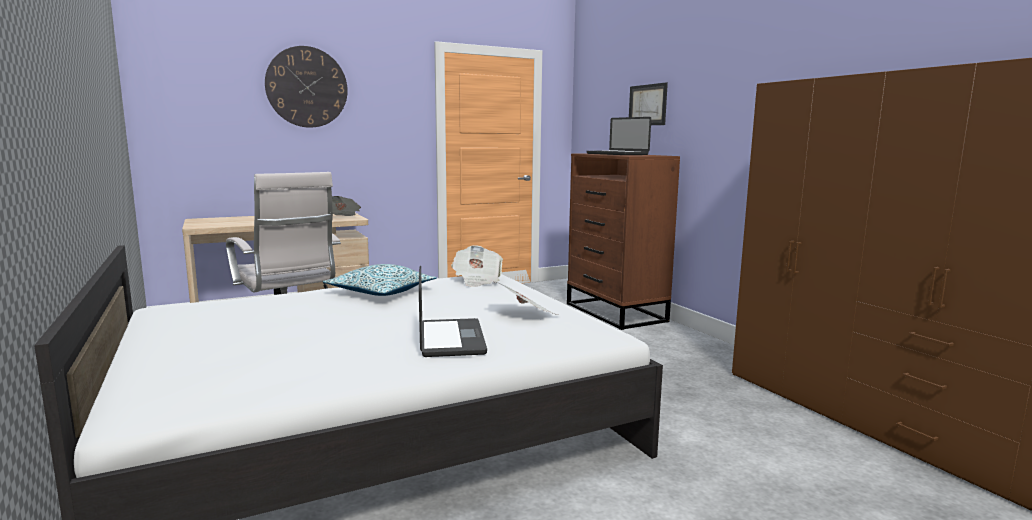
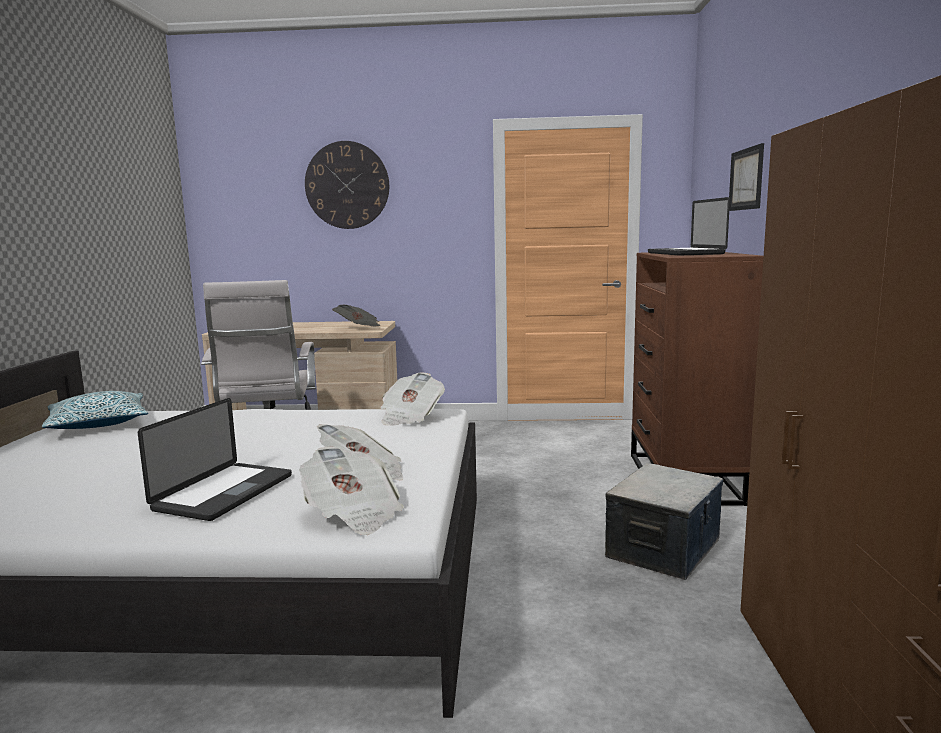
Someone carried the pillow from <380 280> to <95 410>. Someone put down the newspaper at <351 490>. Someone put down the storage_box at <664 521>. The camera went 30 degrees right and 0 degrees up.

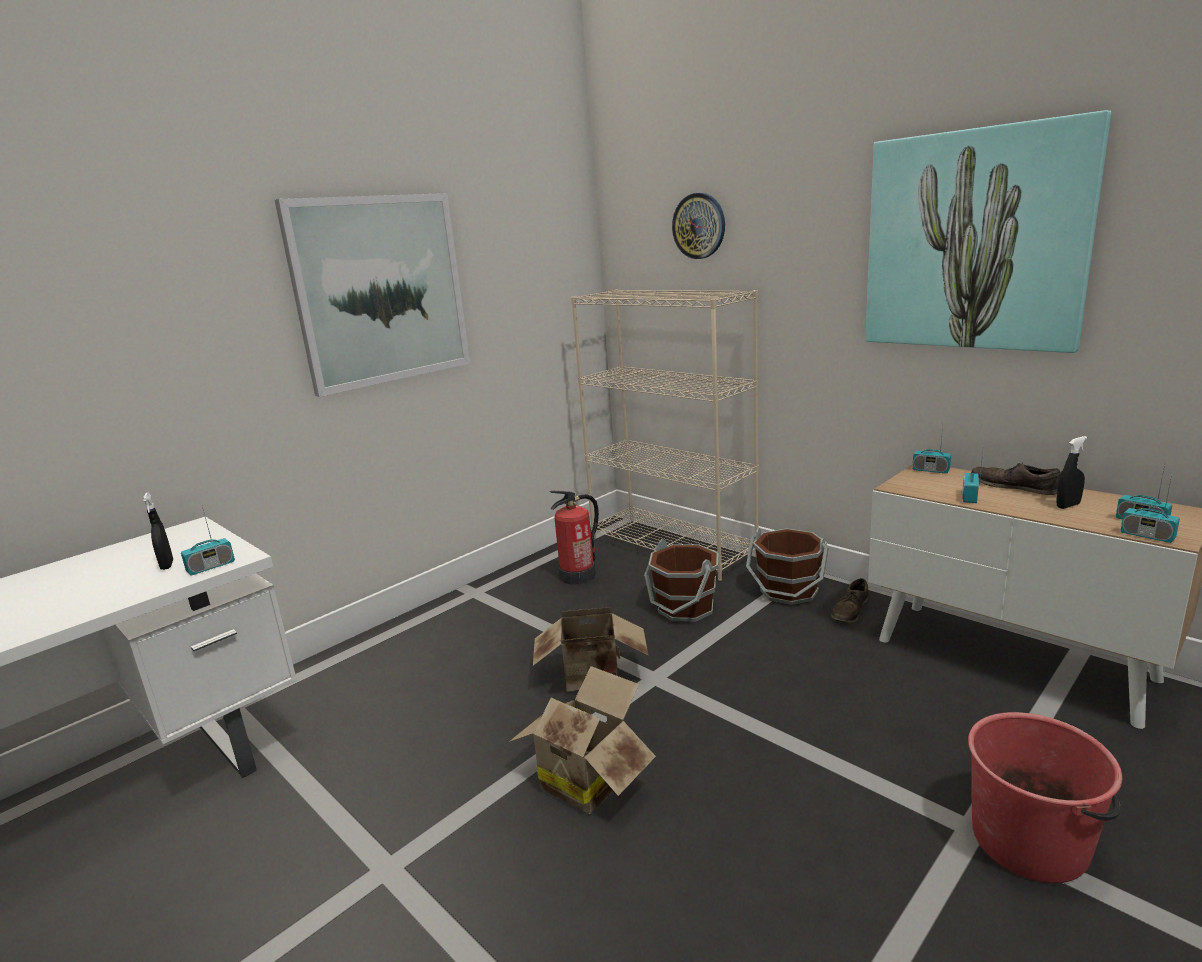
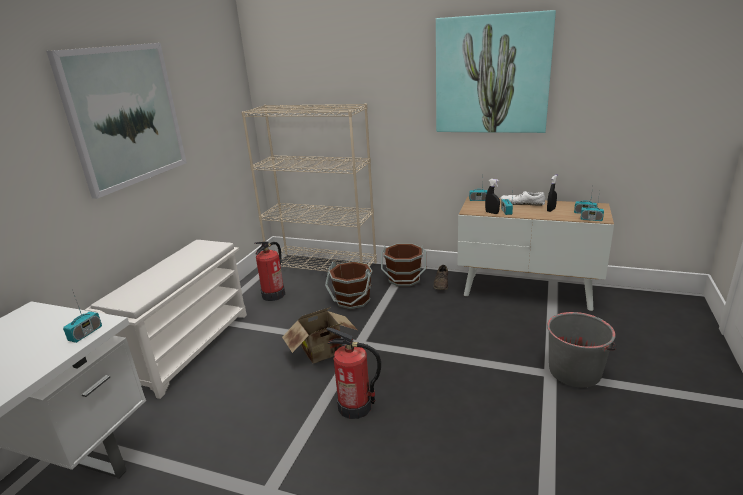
Someone carried the black_spray_bottle from <158 531> to <492 196>. Someone swapped the cardboard_box at <582 740> for the fire_extinguisher at <354 373>. Someone took away the wall_clock at <698 226>. Someone repainted the red_bucket at <1045 797>, which became the grey_bucket at <582 349>. Someone repainted the brown_shoe at <1016 478>, which became the white_shoe at <522 198>. Someone put down the white_shoe_rack at <166 319>. The camera went 25 degrees left and 5 degrees up.

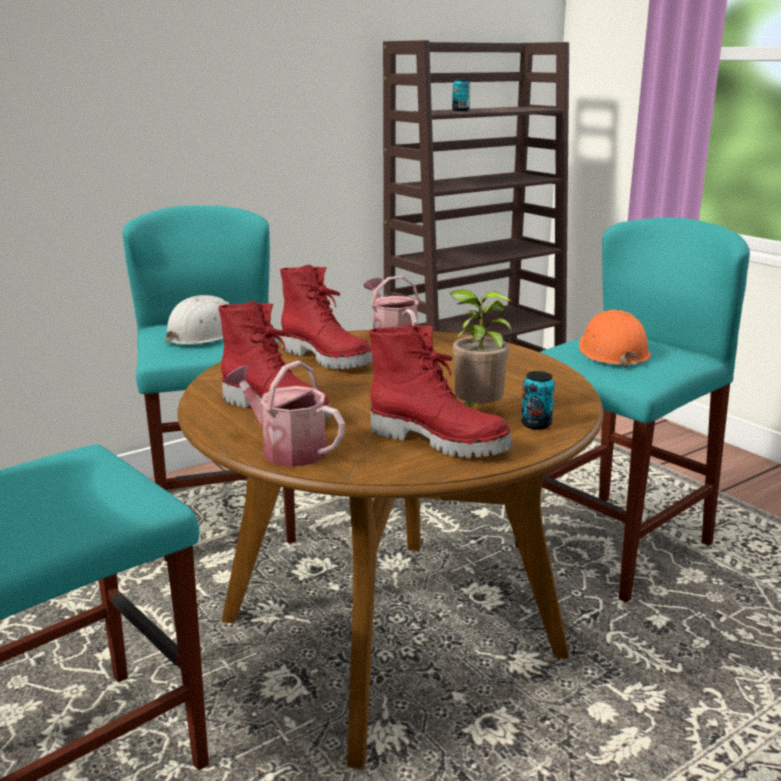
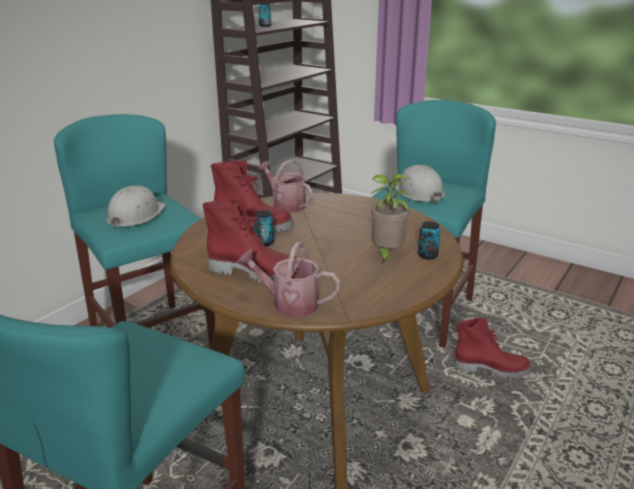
Someone carried the red_boot from <441 391> to <492 348>. Someone repainted the orange_hard_hat at <615 339>, which became the white_hard_hat at <420 184>. Someone put down the can at <264 228>. The camera went 20 degrees left and 5 degrees up.

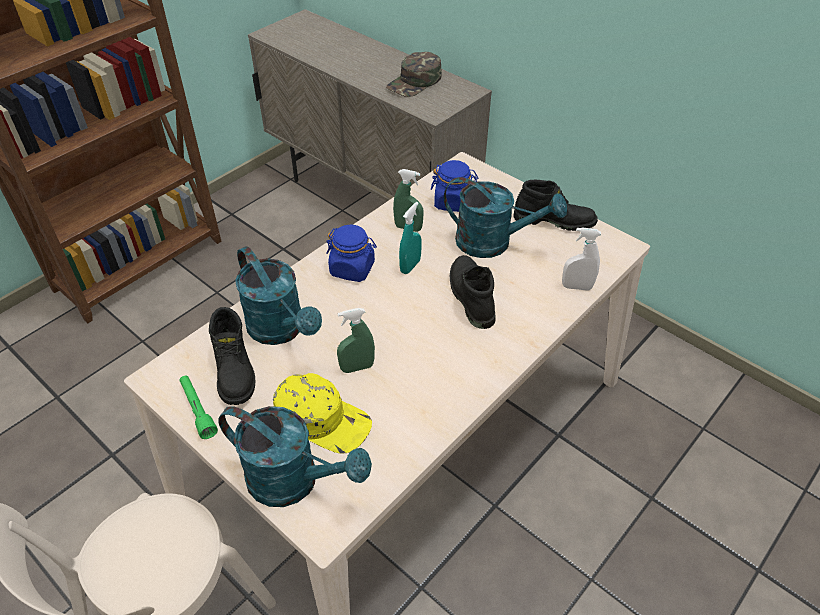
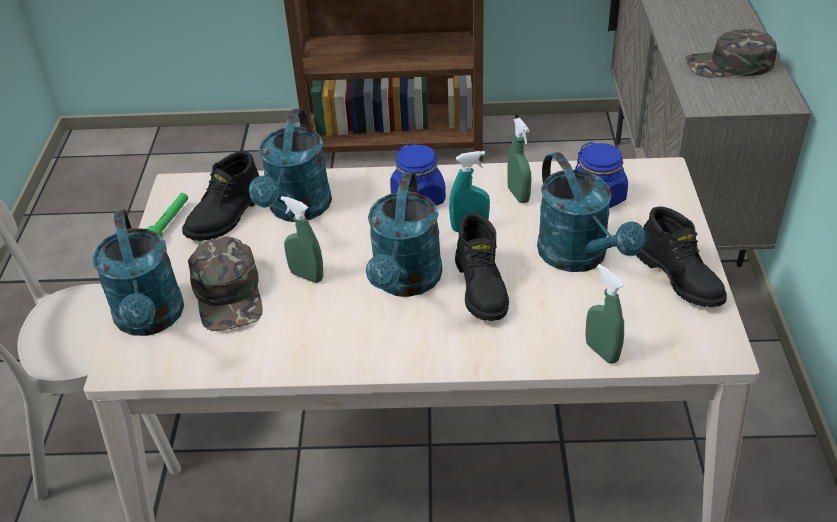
Someone repainted the yellow_cap at <322 413>, which became the green_cap at <225 284>. Someone rotated the black_boot at <472 292> by 135 degrees clockwise. Someone repainted the white_spray_bottle at <581 259>, which became the green_spray_bottle at <604 314>. Someone put down the turquoise_watering_can at <404 234>. The camera went 50 degrees right and 5 degrees down.

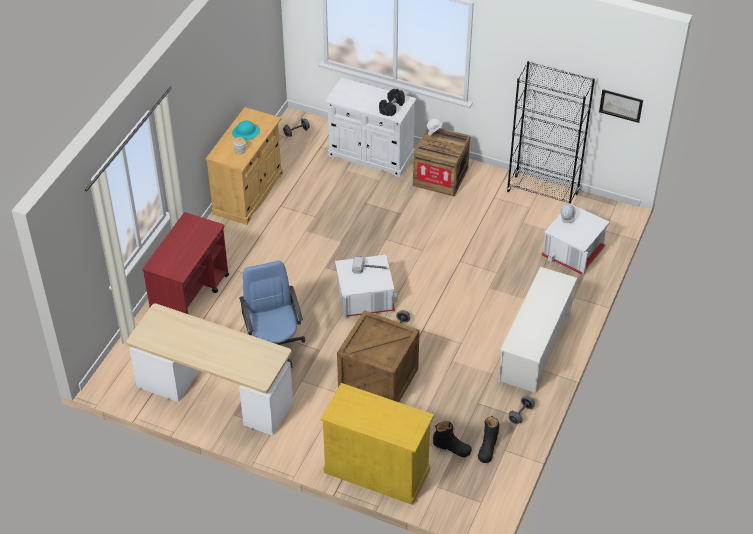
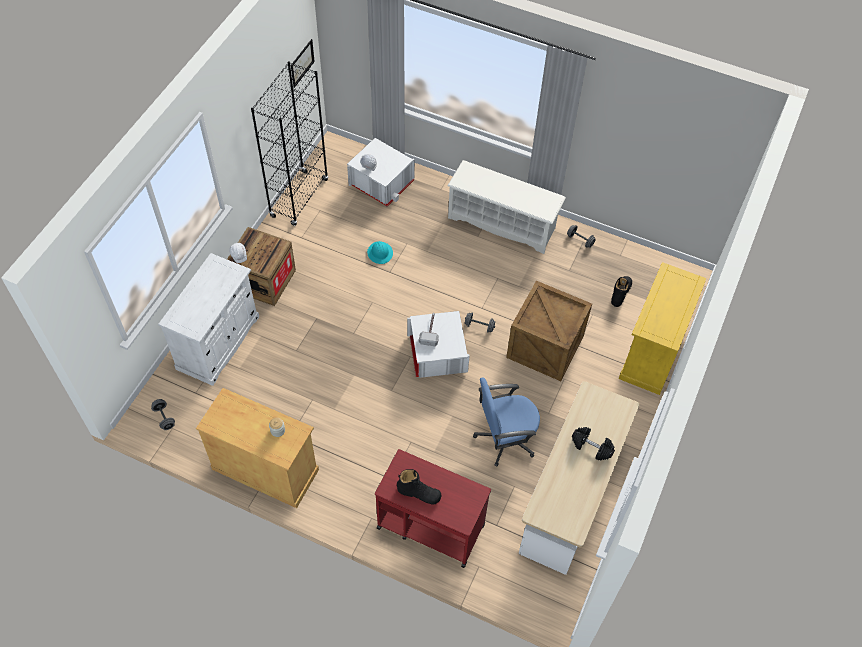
Someone carried the turquoise_hard_hat from <246 131> to <380 252>. Someone carried the black_dumbbell from <392 102> to <593 443>. Someone carried the black_boot from <488 439> to <419 487>. The camera went 90 degrees left and 10 degrees up.

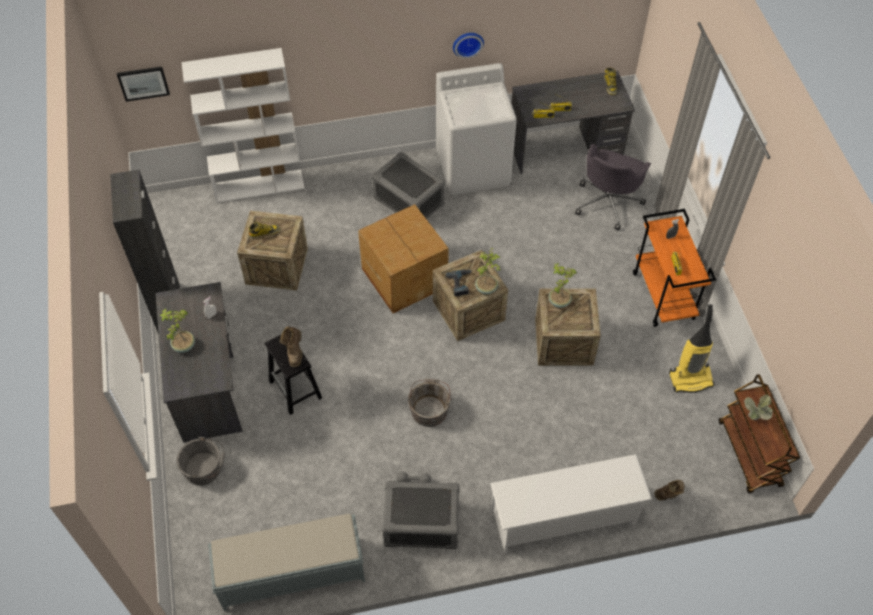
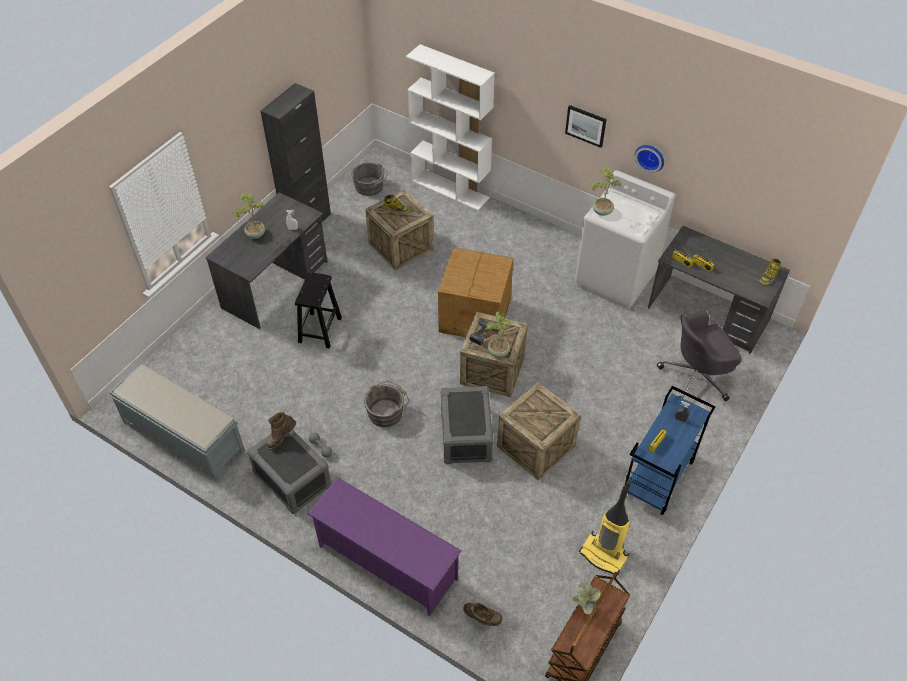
Someone carried the picture from <143 84> to <586 126>. Someone carried the grey_bucket from <200 461> to <369 179>. Someone carried the brown_boot from <291 346> to <281 430>. Someone carried the grey_storage_box from <408 185> to <467 425>. Someone repainted the white_shoe_rack at <571 503>, which became the purple_shoe_rack at <384 546>. Someone carried the potted_plant from <563 285> to <605 192>. Someone repainted the orange_cart at <674 268>, which became the blue_cart at <669 450>. The camera went 45 degrees right and 5 degrees down.

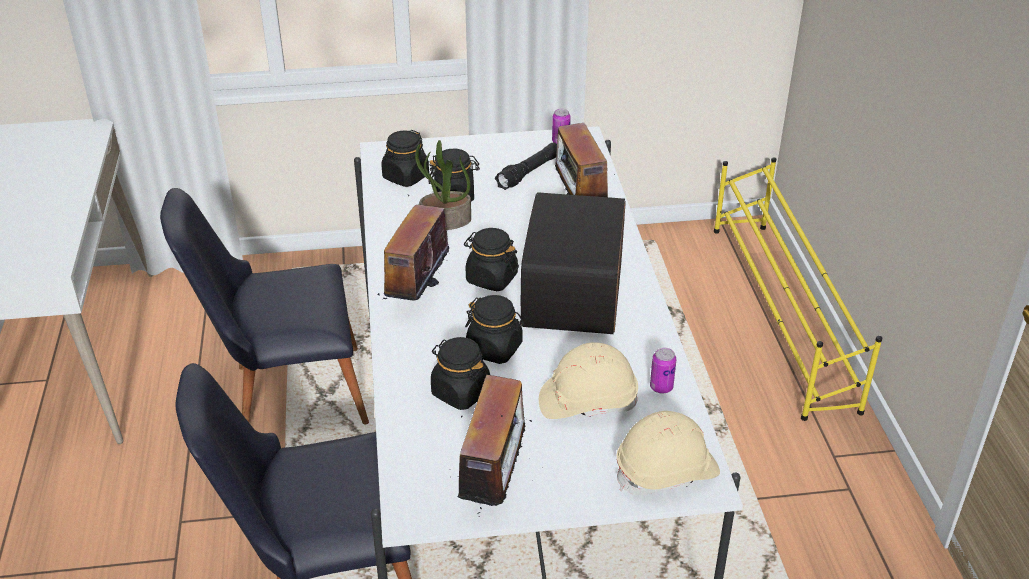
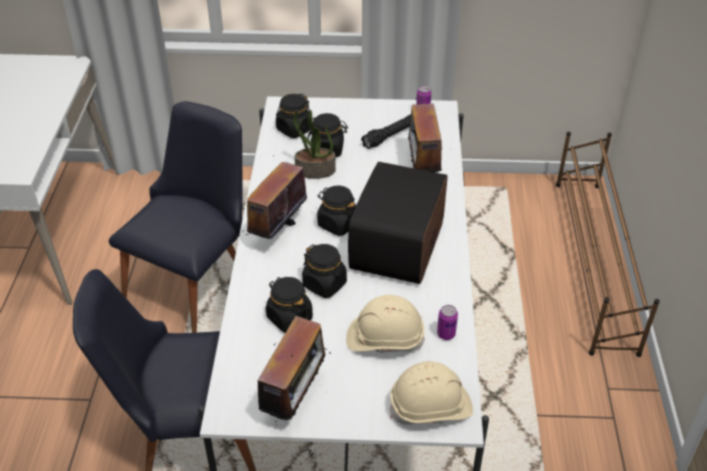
Someone rotated the black_chair at <264 306> by 120 degrees clockwise. Someone repainted the yellow_shoe_rack at <798 289>, which became the brown_shoe_rack at <608 244>. The camera went 10 degrees right and 5 degrees up.

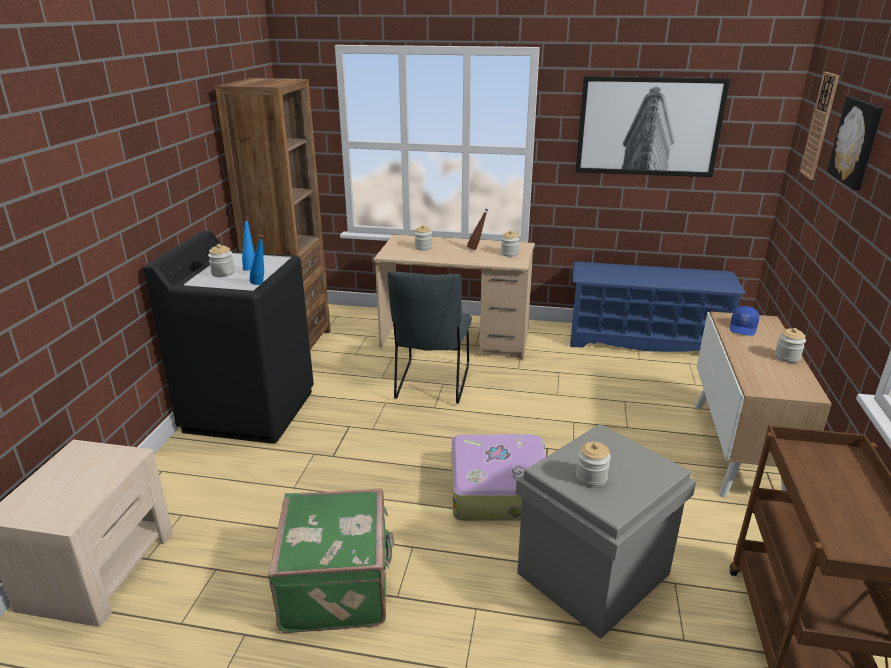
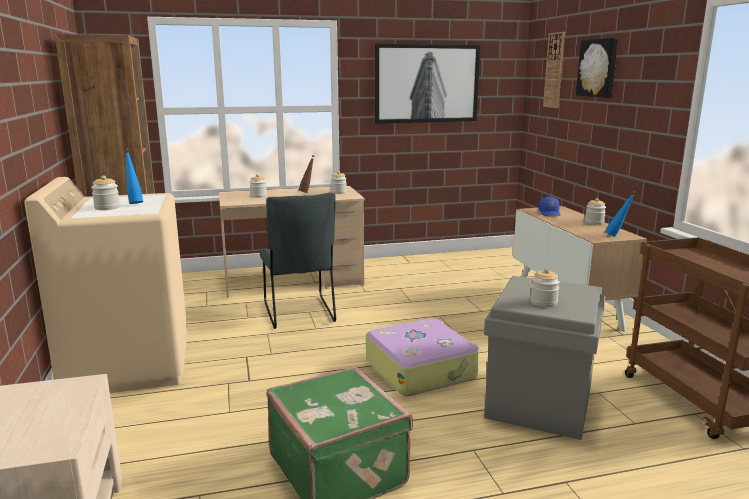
Someone repainted the black_washing_machine at <228 337>, which became the beige_washing_machine at <106 285>. Someone carried the blue_bottle from <256 260> to <620 214>. Someone took away the blue_shoe_rack at <658 307>. The camera went 25 degrees left and 10 degrees down.

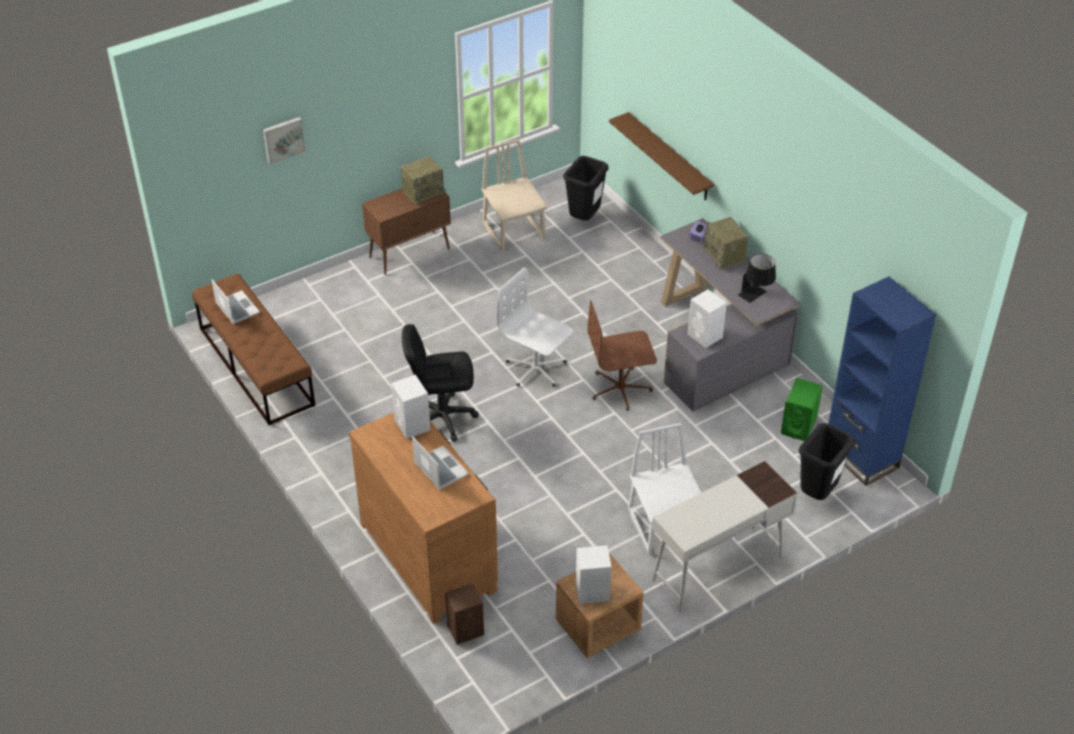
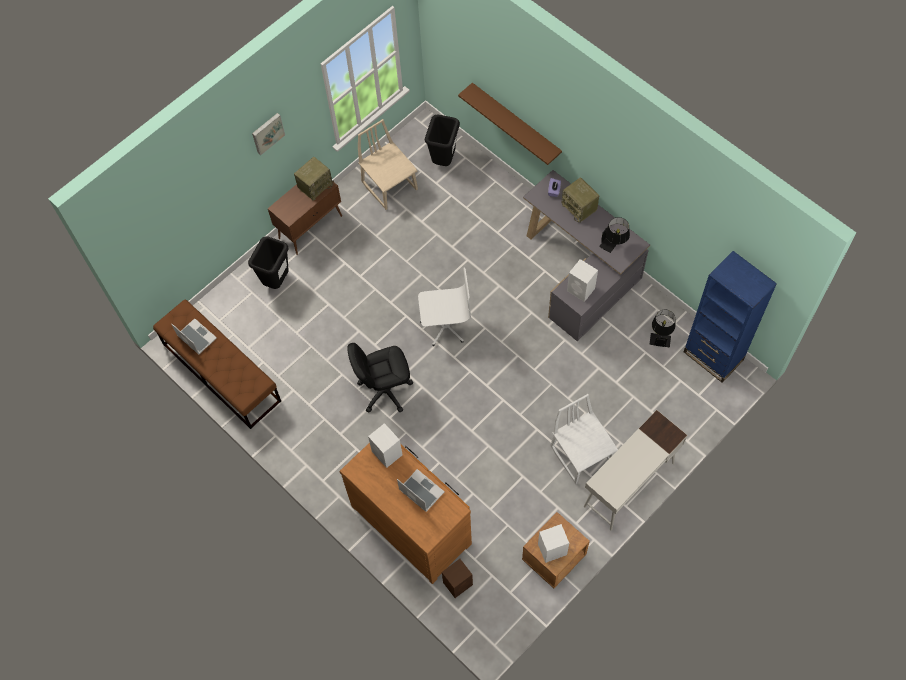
Someone carried the picture from <284 140> to <268 134>. Someone rotated the white_office_chair at <535 327> by 150 degrees clockwise. Someone took away the brown_office_chair at <622 355>. Someone swapped the green_speaker at <802 409> for the black_table_lamp at <662 328>. Someone carried the black_trash_can from <827 461> to <268 262>. The camera went 10 degrees left and 20 degrees up.

